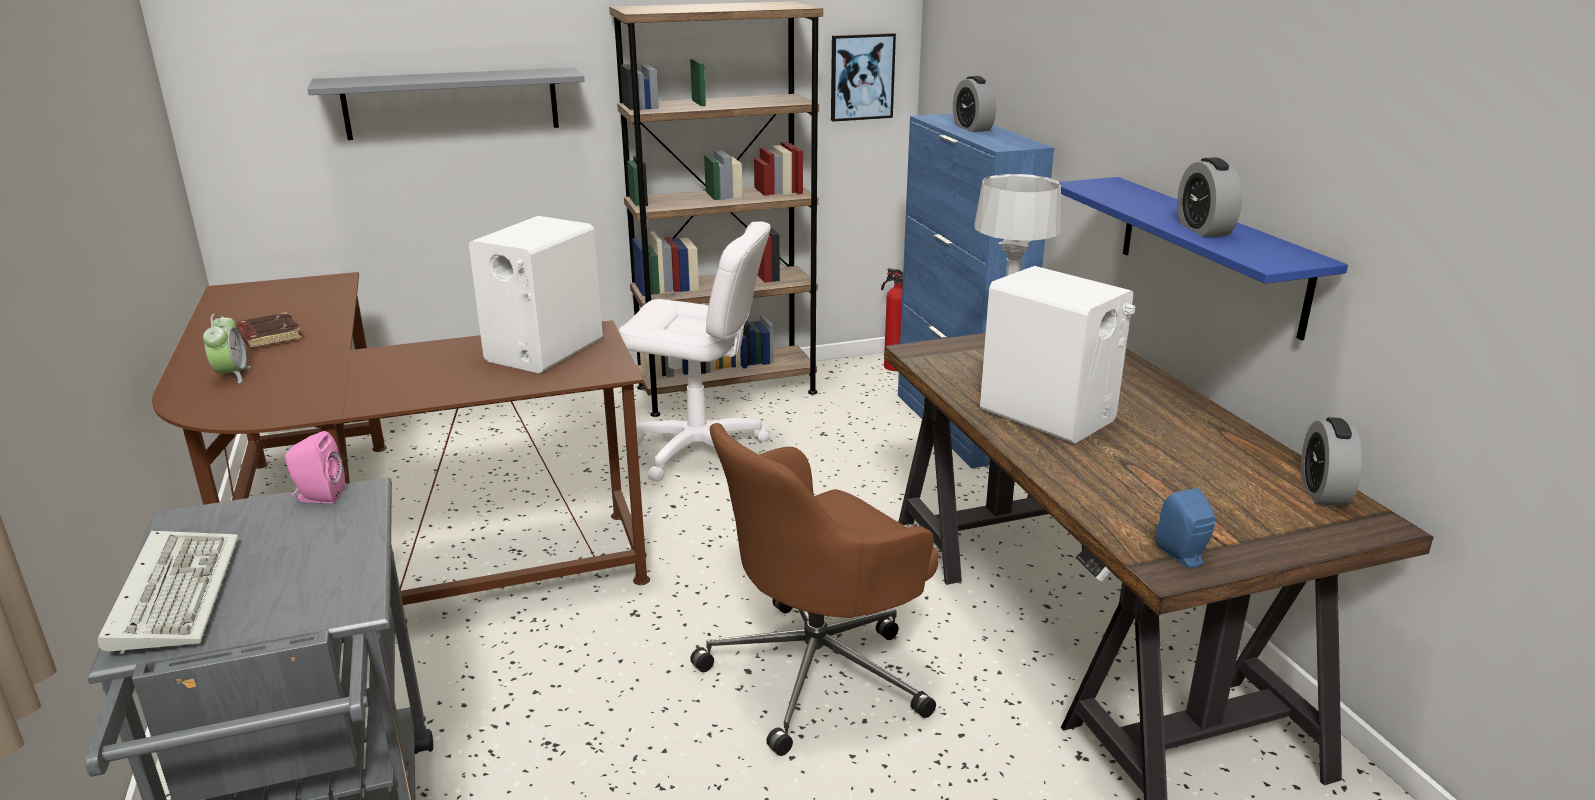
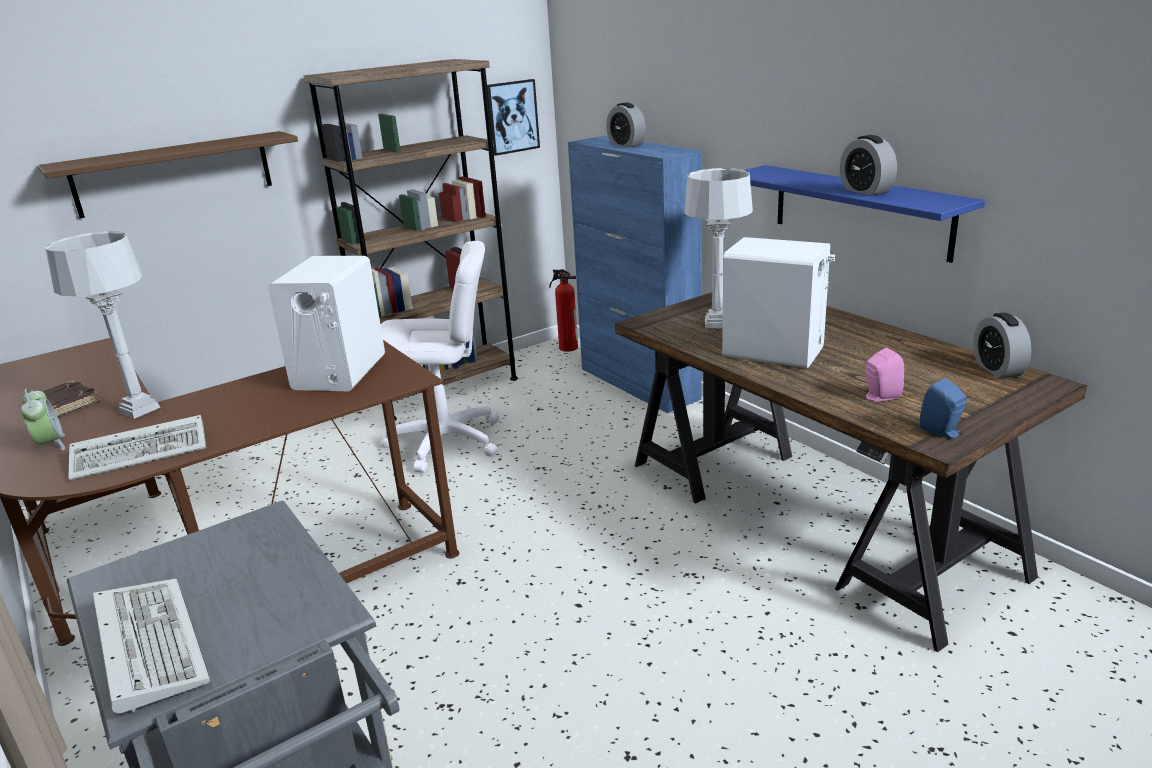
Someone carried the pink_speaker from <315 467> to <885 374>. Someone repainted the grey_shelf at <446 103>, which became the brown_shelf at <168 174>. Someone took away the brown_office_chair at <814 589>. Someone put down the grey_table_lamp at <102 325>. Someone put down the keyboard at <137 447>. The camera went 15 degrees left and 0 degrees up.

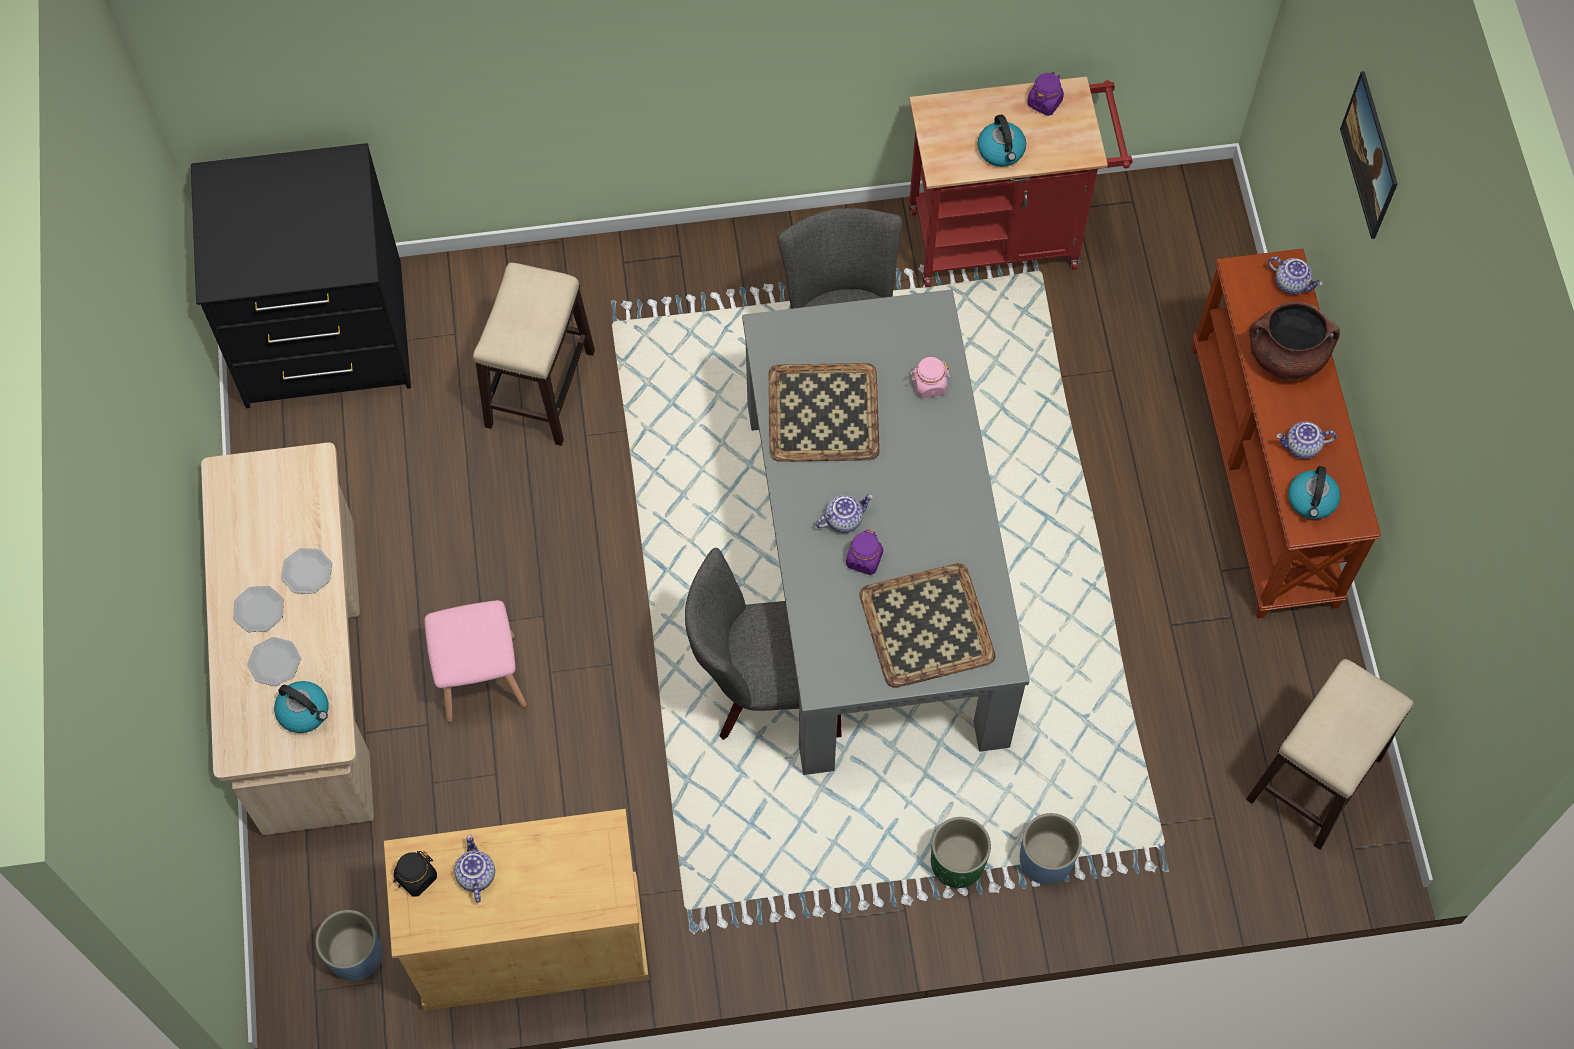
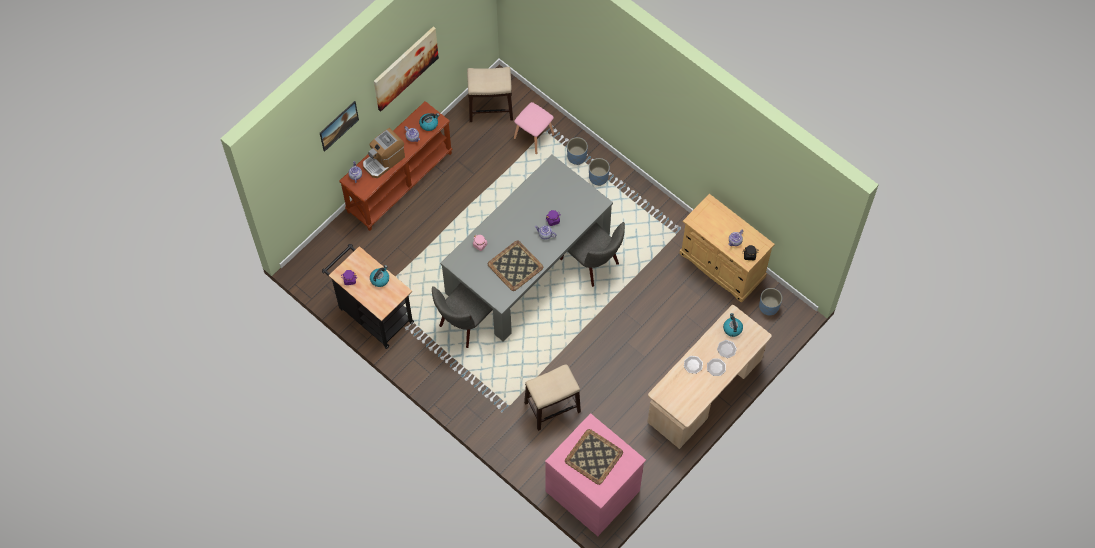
Someone repainted the black_dresser at <301 275>, which became the pink_dresser at <595 474>. Someone carried the pink_stool from <475 661> to <534 128>. Someone carried the tray from <927 625> to <594 457>. Someone repainted the red_cart at <1021 181>, which became the black_cart at <368 296>. Someone repainted the green_planter at <961 852>, which became the blue_planter at <599 172>. Someone swapped the brown_cooking_pot at <1294 341> for the coffee_machine at <384 153>. Someone put up the picture at <406 69>. The camera went 130 degrees left and 0 degrees up.

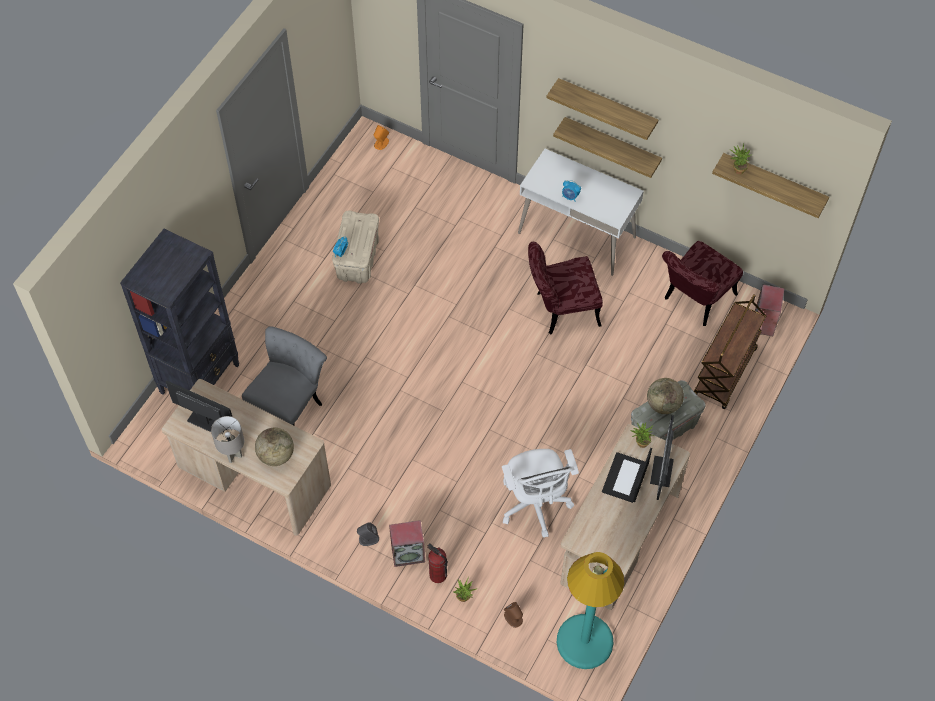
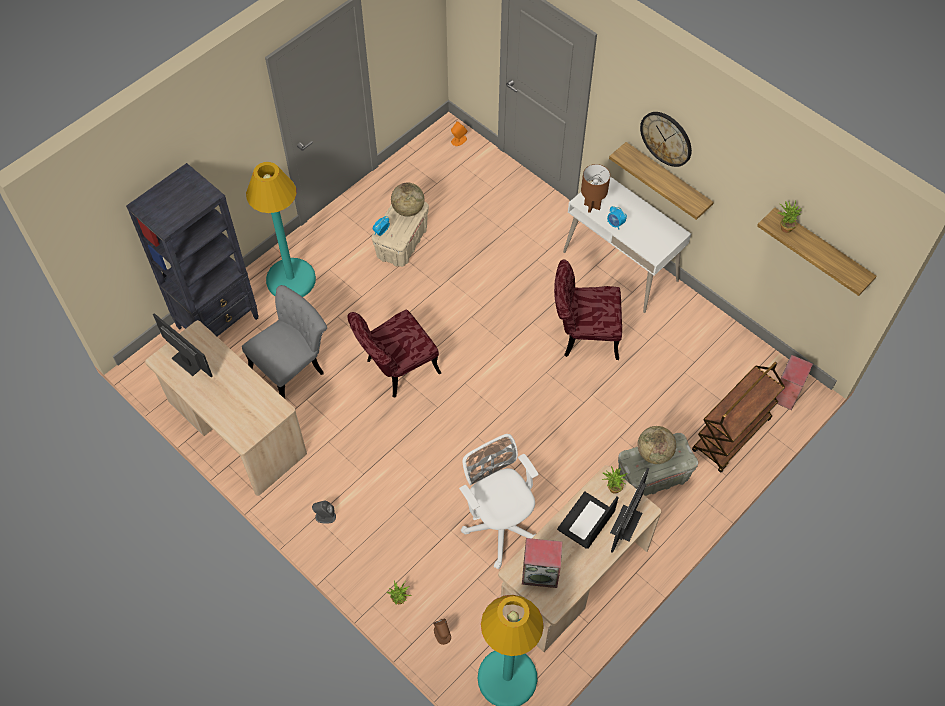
Someone took away the grey_table_lamp at <227 439>. Someone carried the globe from <274 447> to <408 200>. Someone carried the speaker from <407 543> to <542 563>. Someone took away the fire_extinguisher at <437 563>. Someone rotated the white_office_chair at <540 493> by 150 degrees clockwise. Someone swapped the shelf at <602 109> for the wall_clock at <666 139>. Someone carried the red_chair from <702 283> to <394 354>. Someone put down the turquoise_floor_lamp at <281 229>. Someone put down the brown_table_lamp at <595 188>. The camera went 15 degrees right and 0 degrees up.

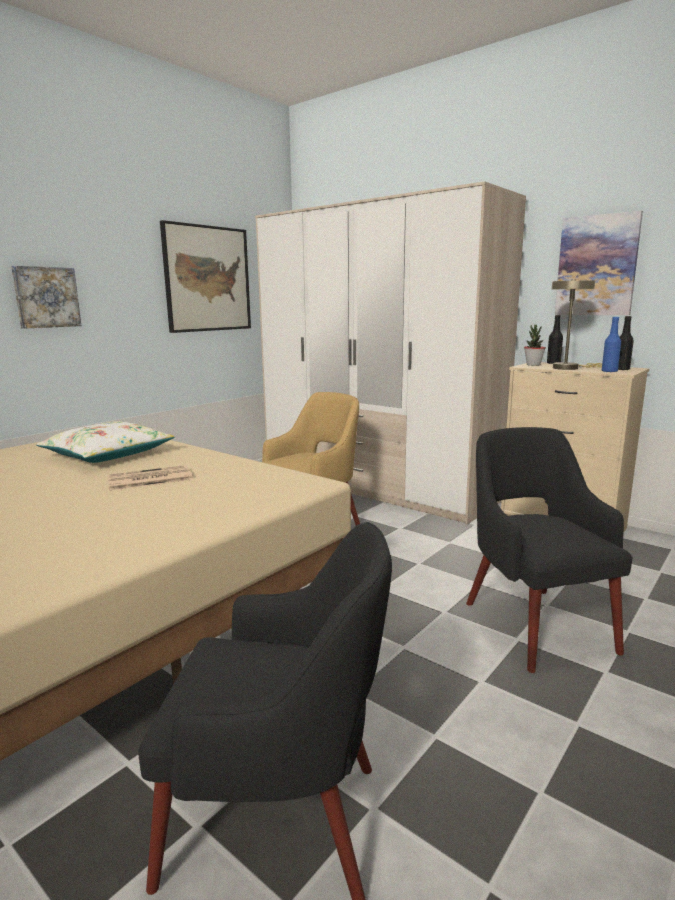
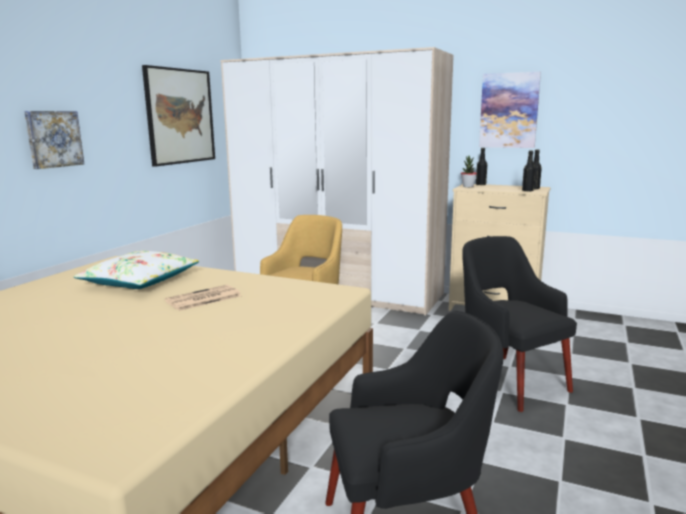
Someone took away the beige_table_lamp at <577 324>. Someone repainted the blue_bottle at <611 344>, which became the black_bottle at <528 170>. The camera went 15 degrees left and 0 degrees up.

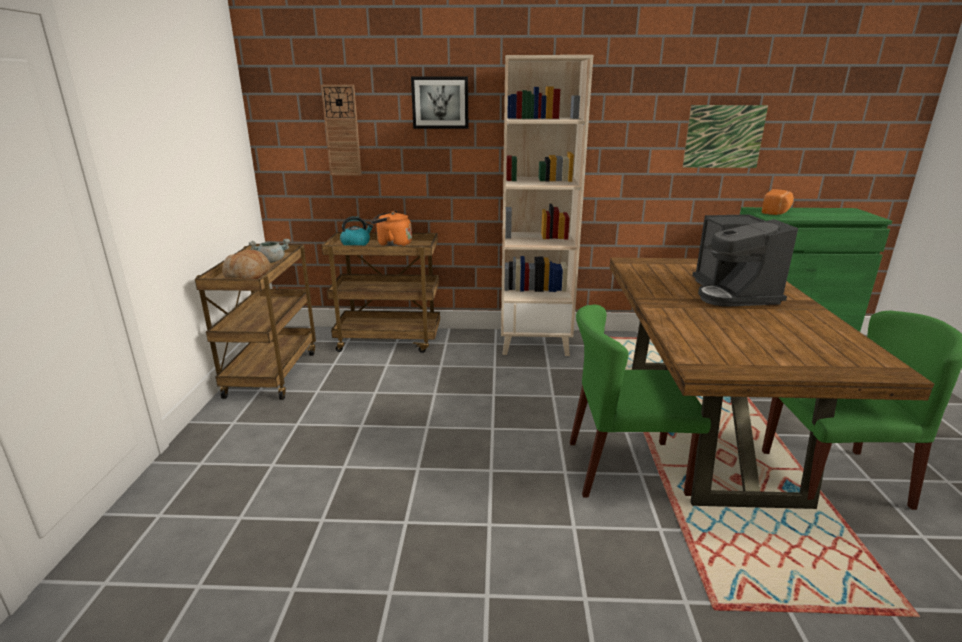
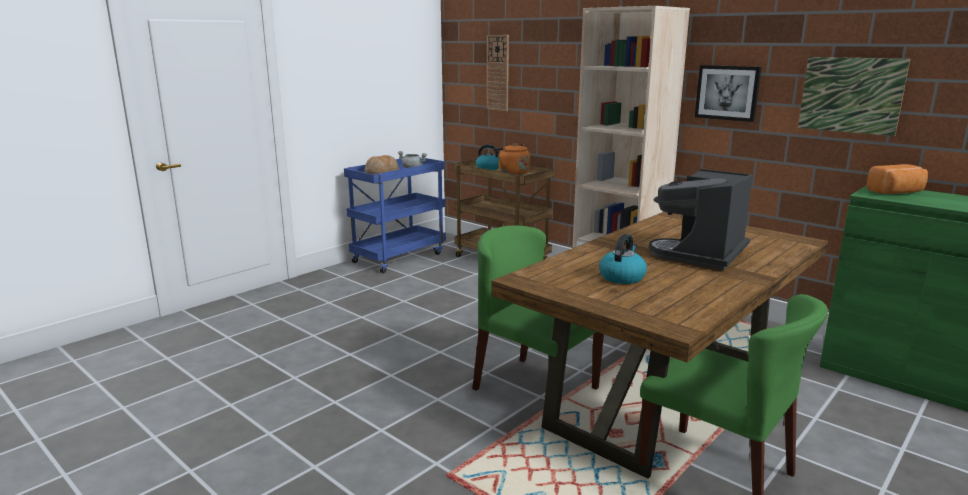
Someone repainted the brown_cart at <255 322>, which became the blue_cart at <395 215>. Someone carried the picture from <439 103> to <728 93>. Someone put down the kettle at <623 259>. The camera went 40 degrees right and 5 degrees down.

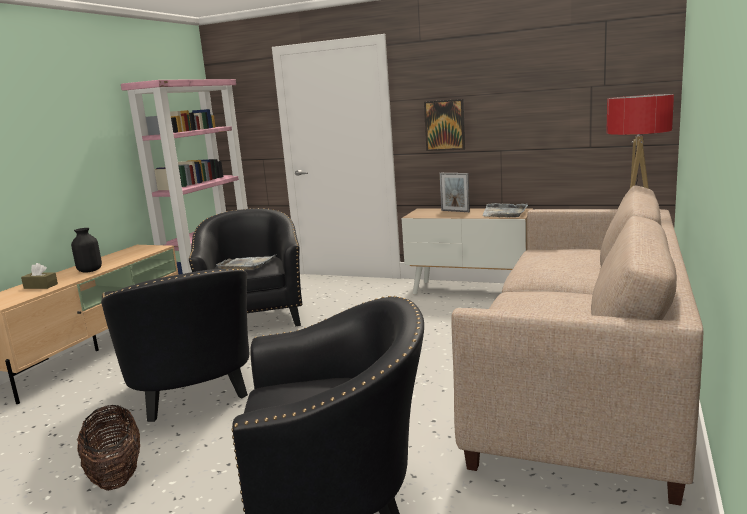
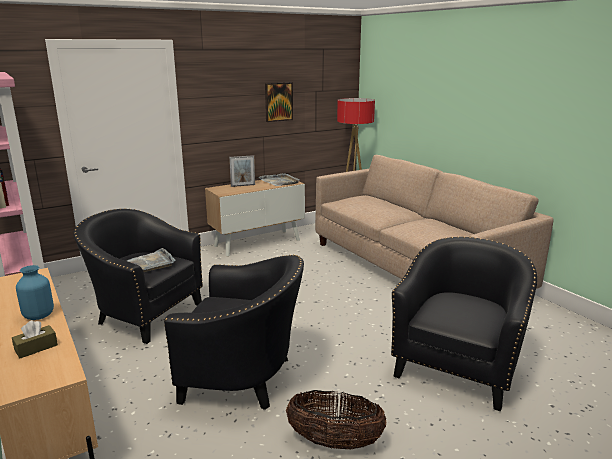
Someone repainted the black_vase at <86 250>, which became the blue_vase at <35 292>. Someone carried the picture from <444 125> to <279 102>. The camera went 55 degrees left and 5 degrees up.

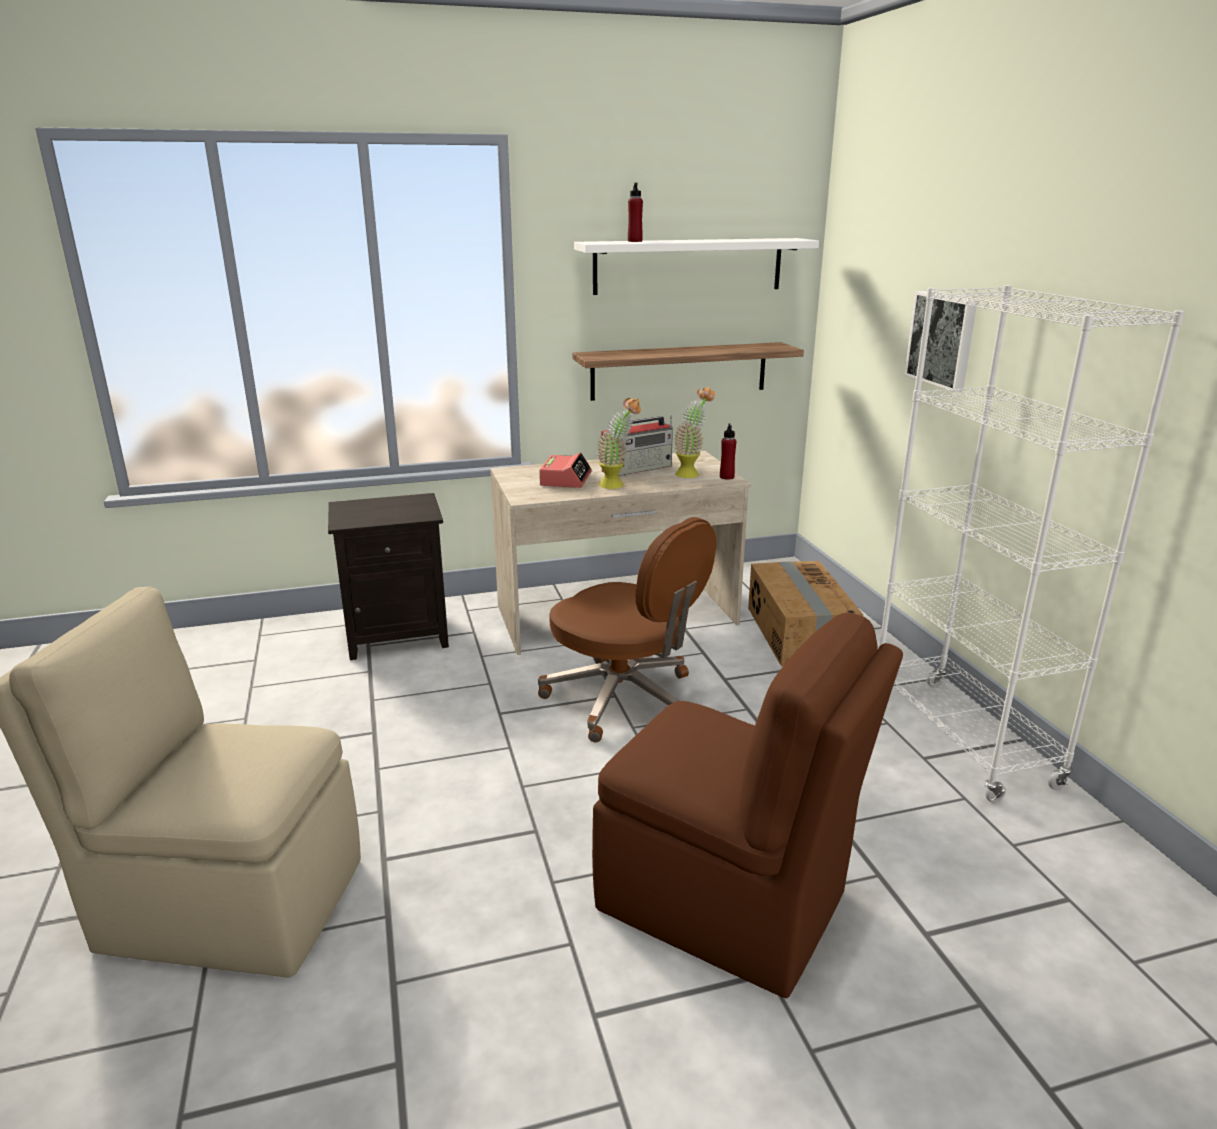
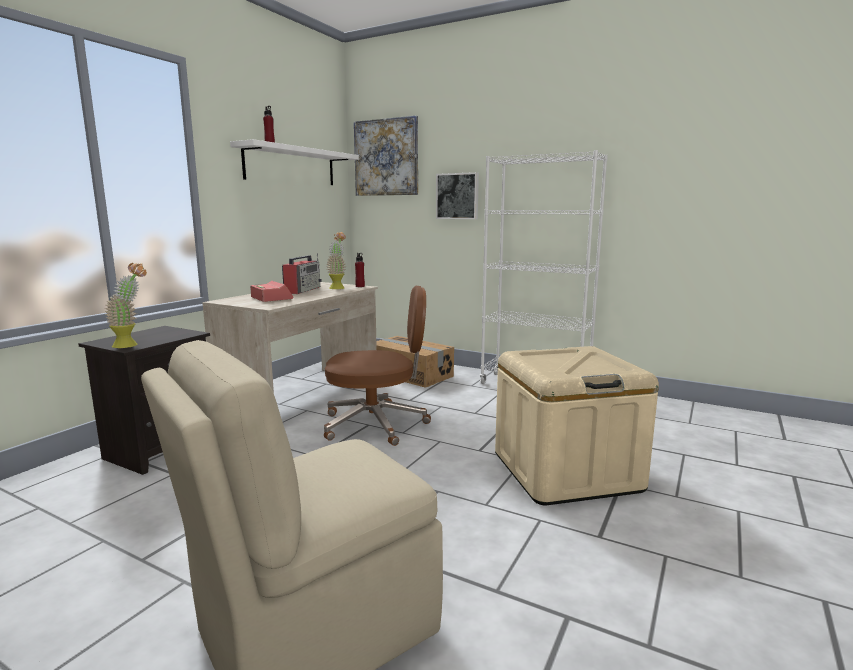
Someone took away the shelf at <688 371>. Someone swapped the brown_chair at <747 805> for the beige_storage_box at <577 425>. Someone carried the potted_plant from <619 443> to <126 305>. Someone put up the picture at <386 156>. The camera went 45 degrees left and 10 degrees down.

